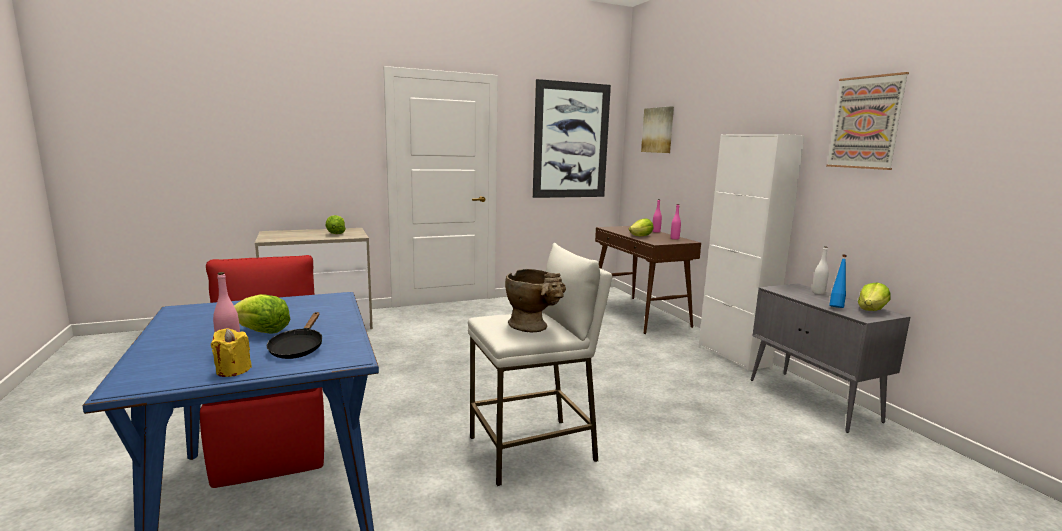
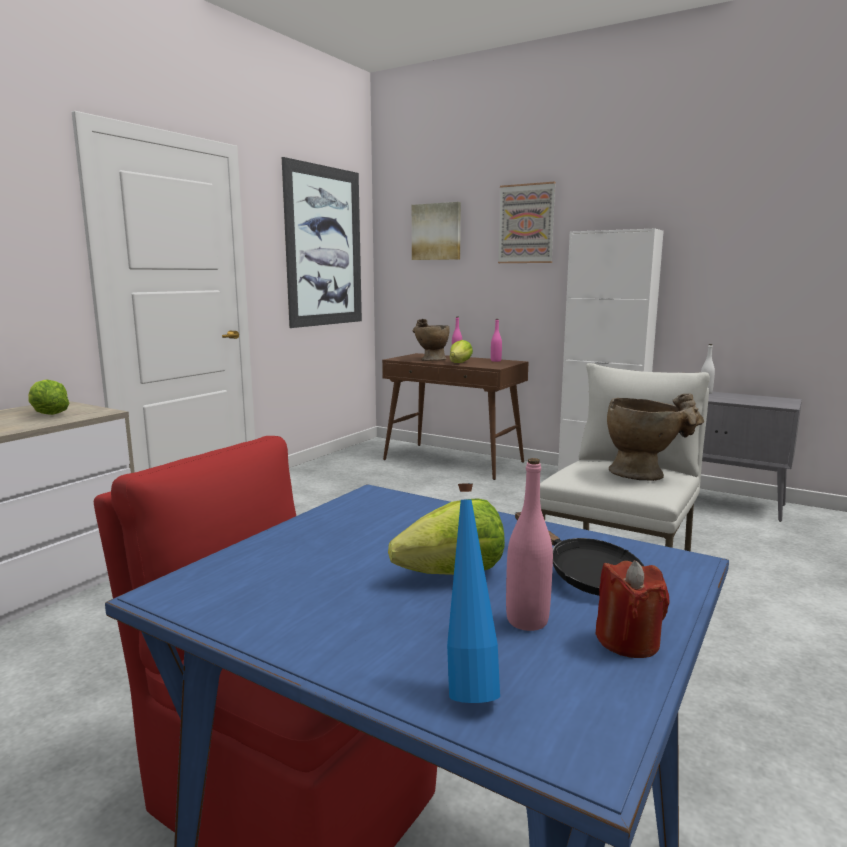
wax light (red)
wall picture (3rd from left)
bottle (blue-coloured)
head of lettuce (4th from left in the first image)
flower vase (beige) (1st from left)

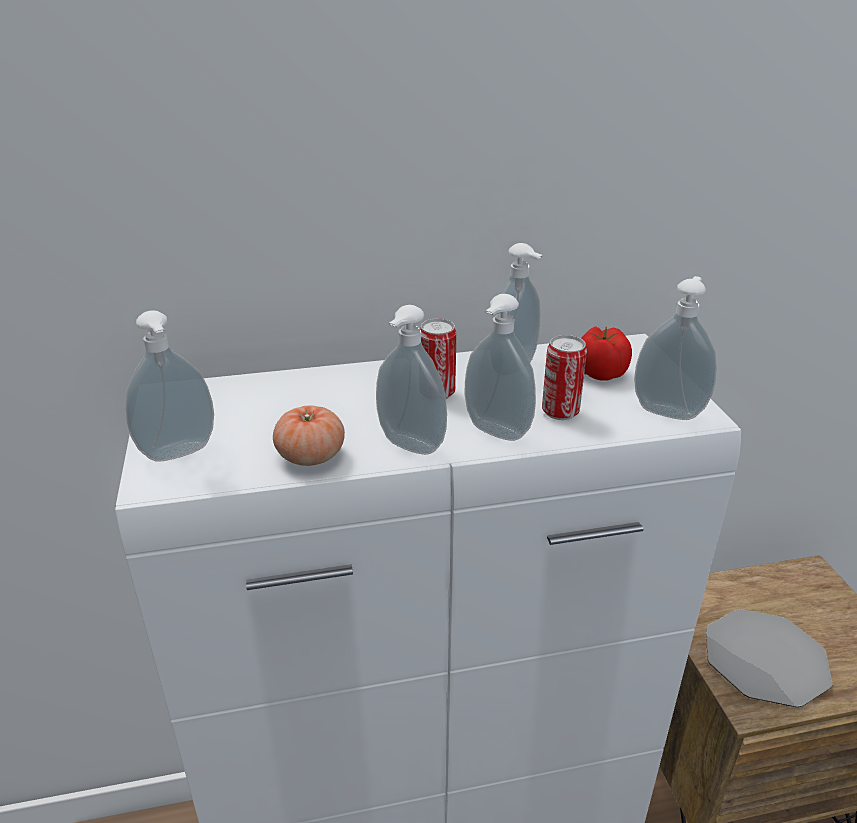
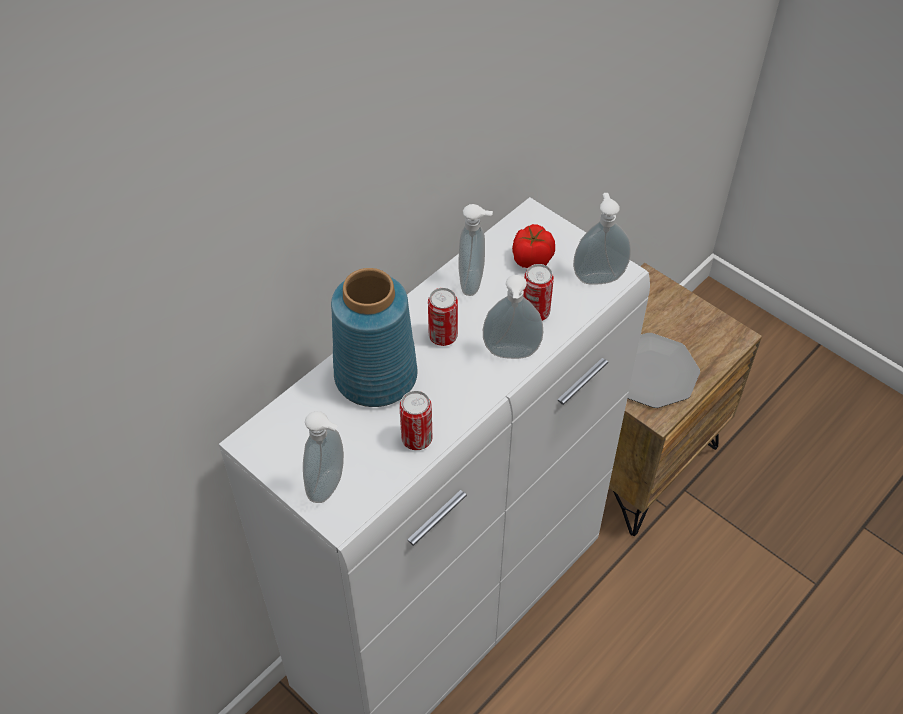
can (1st from left)
soap dispenser (2nd from left in the first image)
flower vase (blue-coloured)

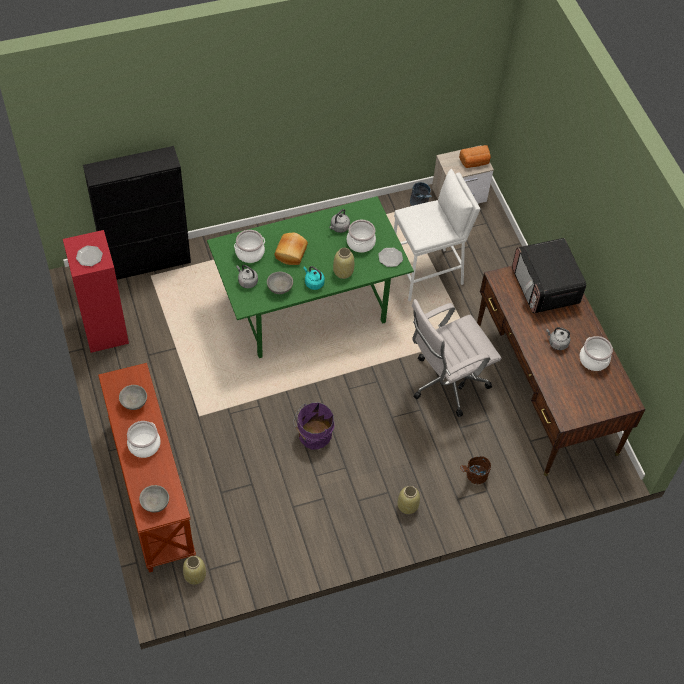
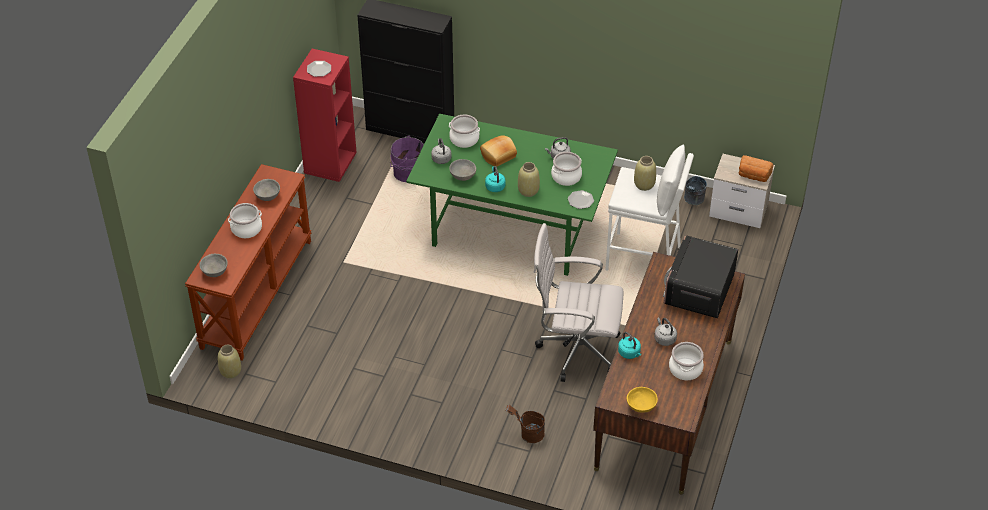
water bucket (purple)
flower vase (beige) (3rd from left)
tea kettle (turquoise-coloured) (2nd from left)
deep dish (yellow)

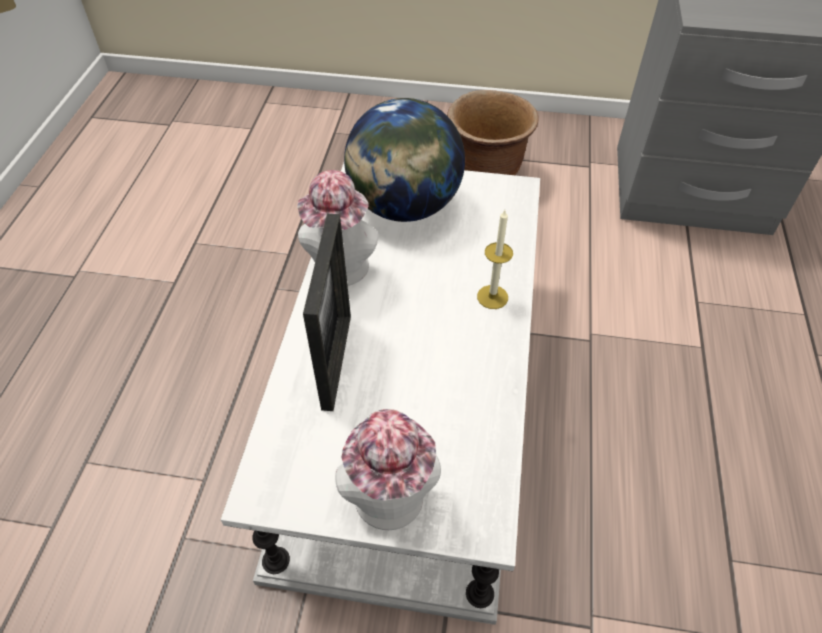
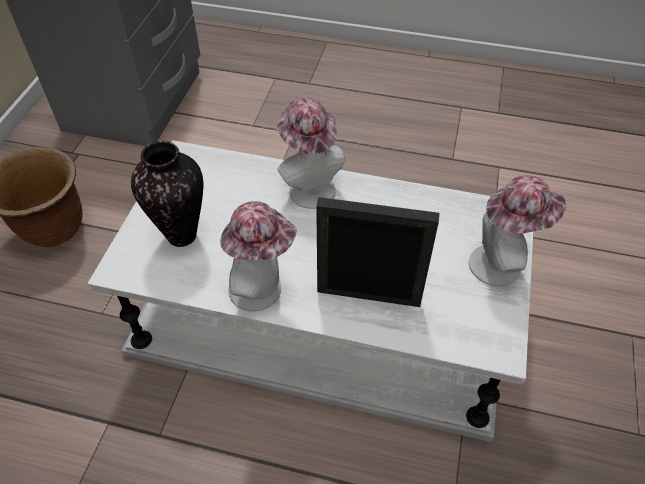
flower vase
hat (2nd from left)

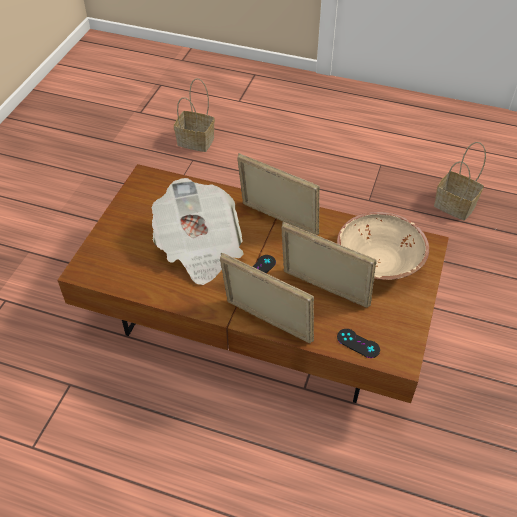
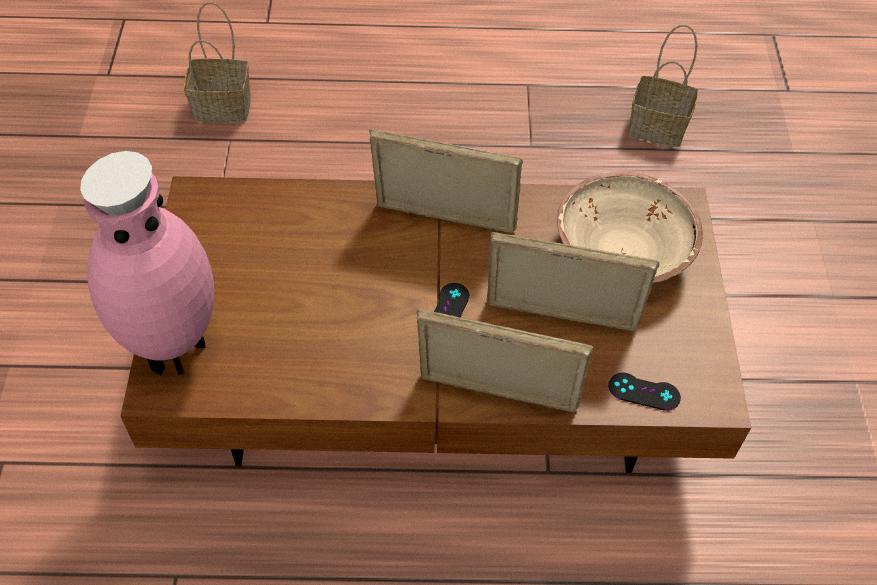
printed paper
flower vase (pinkish)

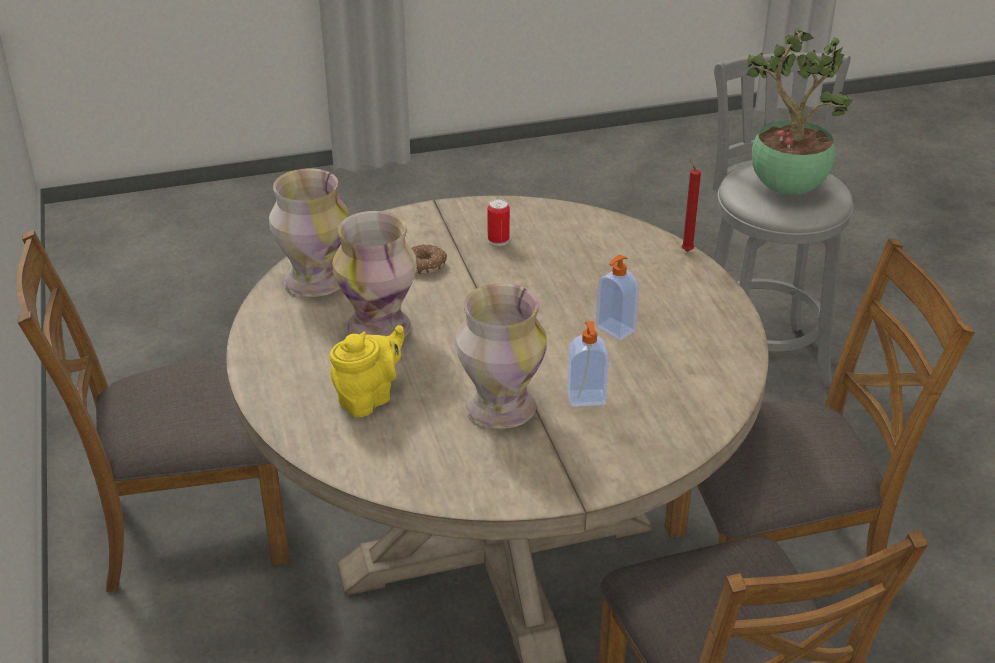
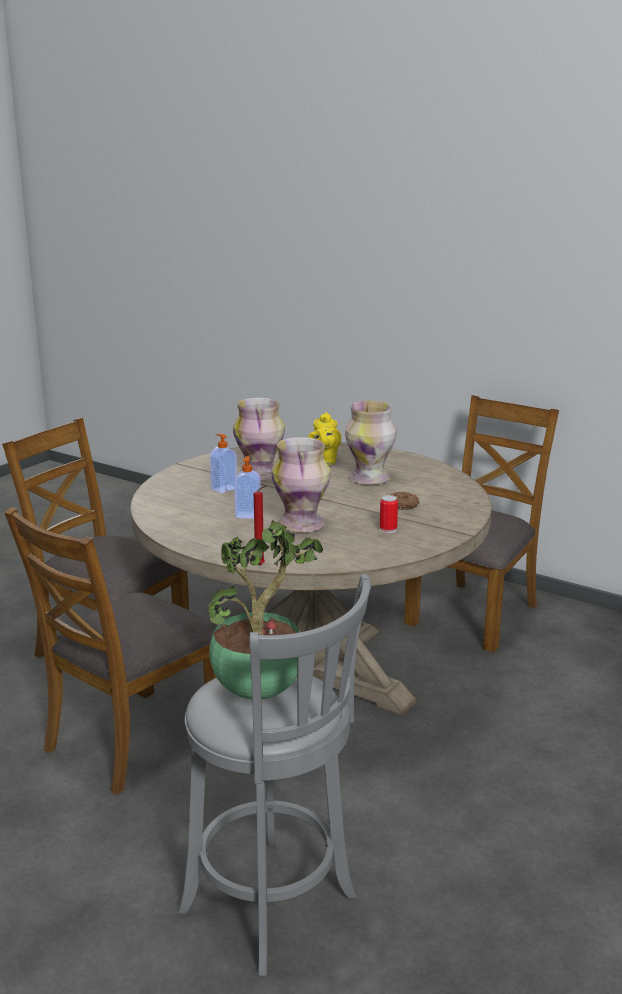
flower vase (2nd from left)

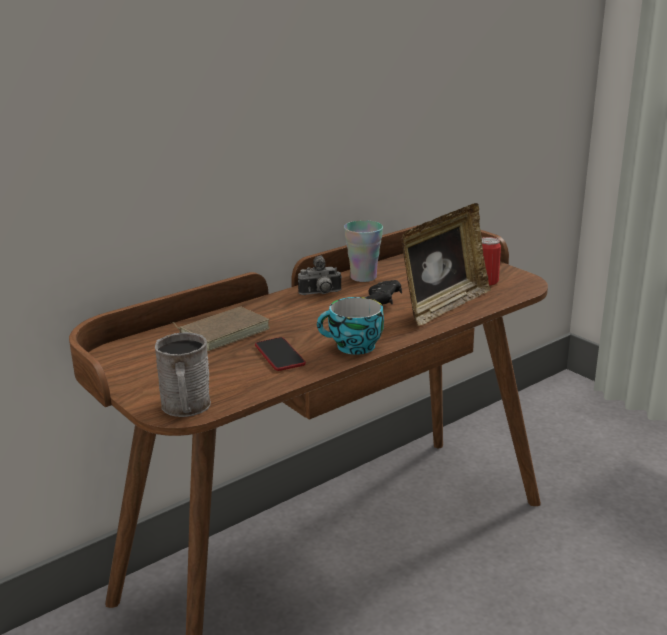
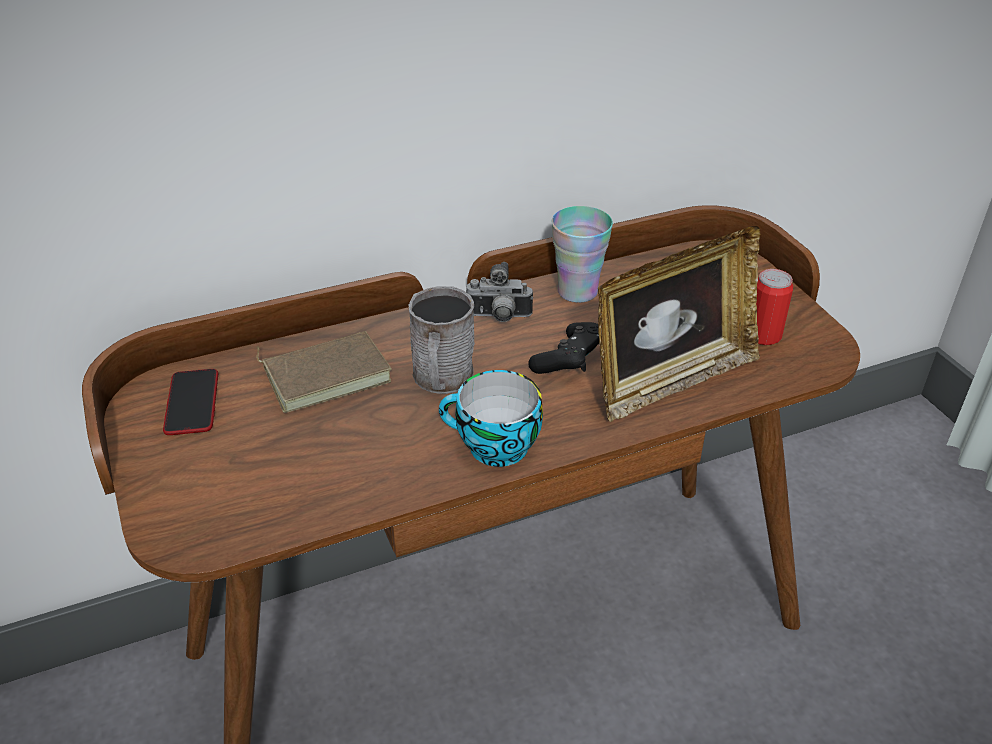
tea mug (grey)
handset

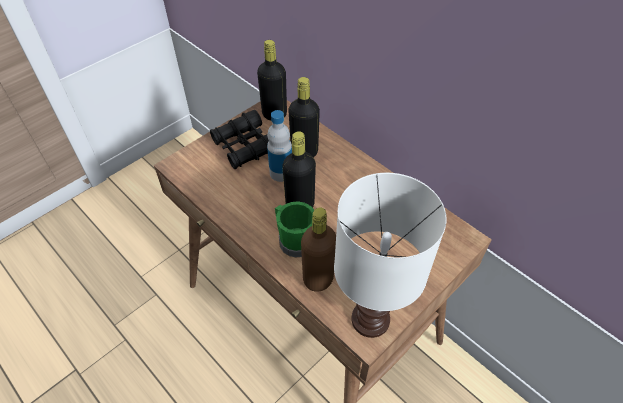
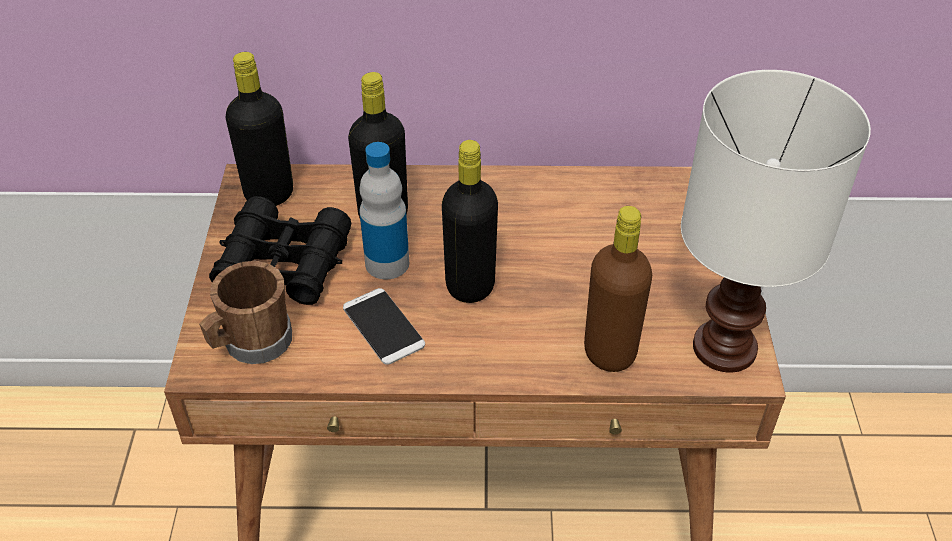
tea mug (greenish)
tea mug (brown)
handset

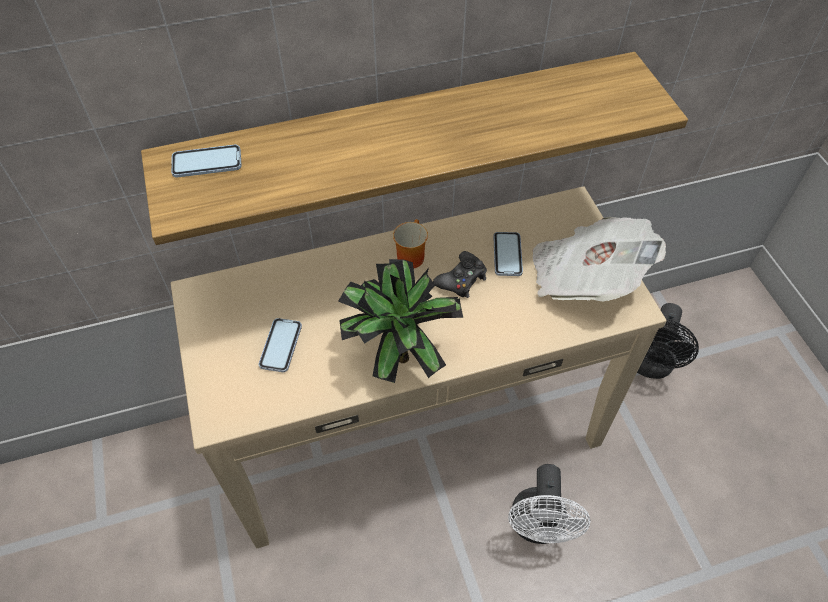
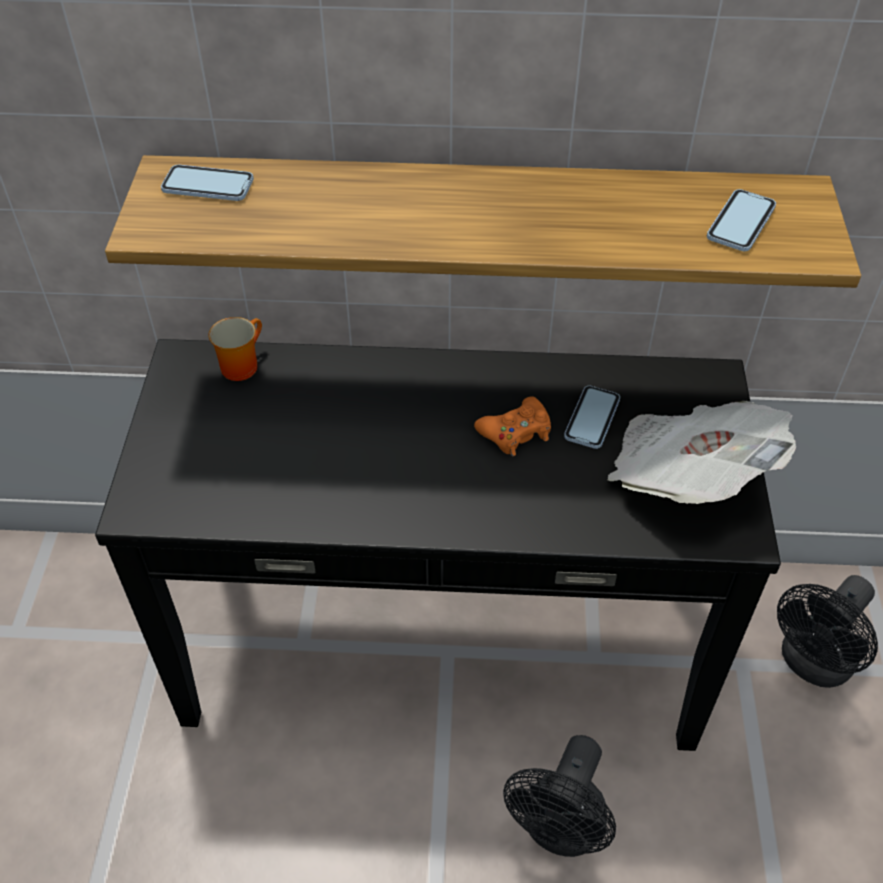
hall table (black)
handset (3rd from left)
houseplant
tea mug
joypad (orange)
cooling fan (black) (1st from left)

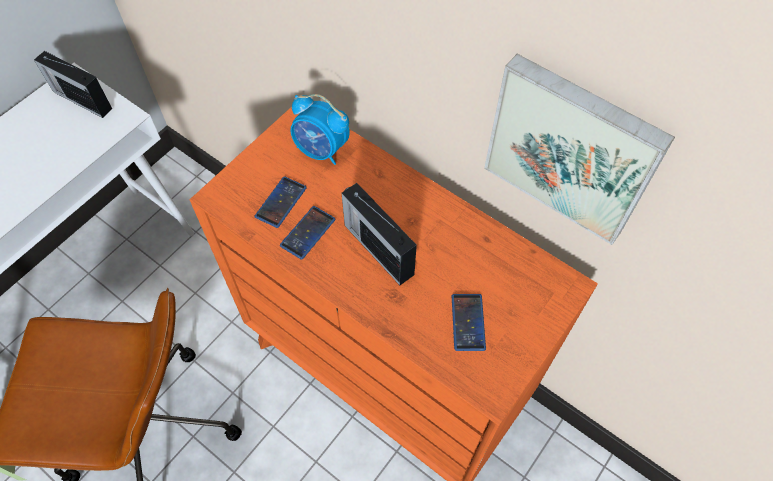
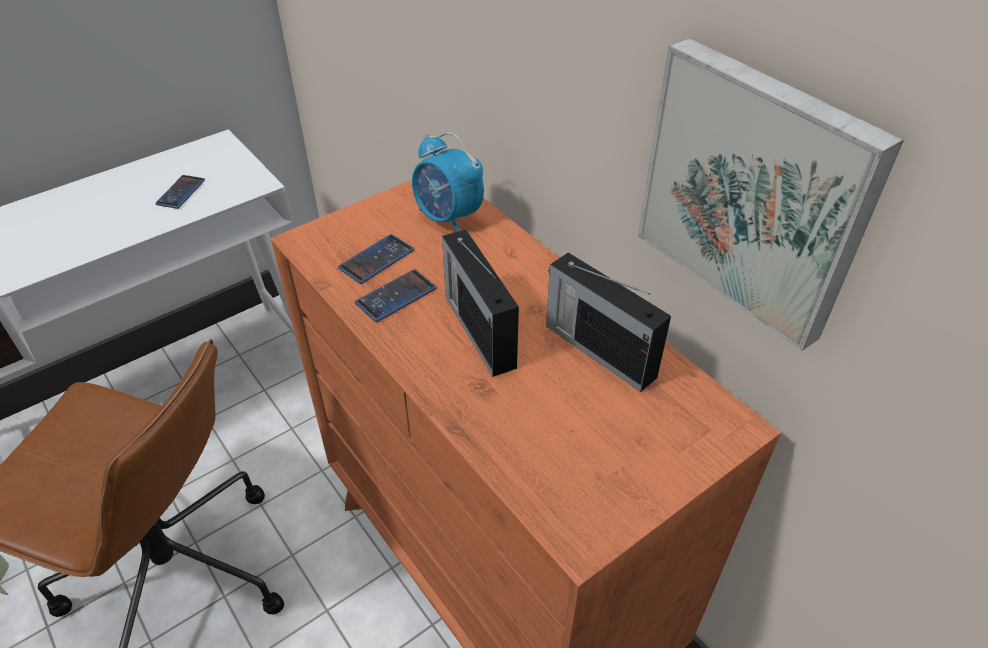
radio receiver (2nd from left)
handset (1st from left)

